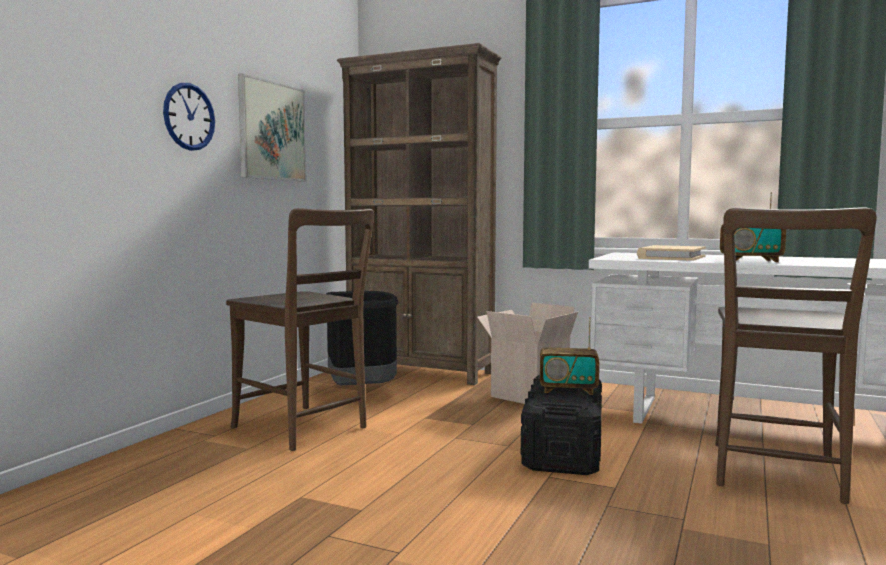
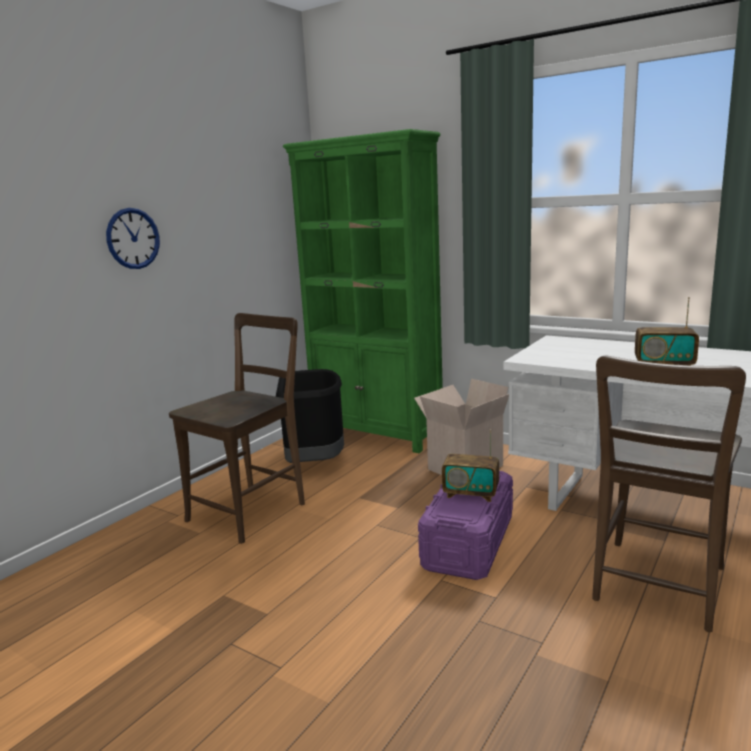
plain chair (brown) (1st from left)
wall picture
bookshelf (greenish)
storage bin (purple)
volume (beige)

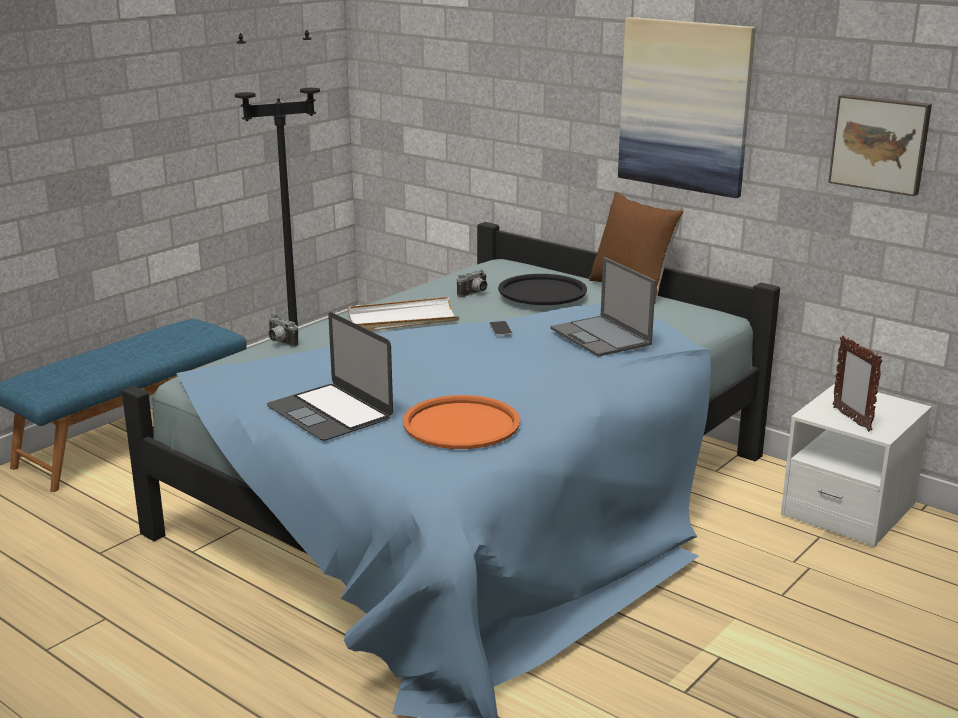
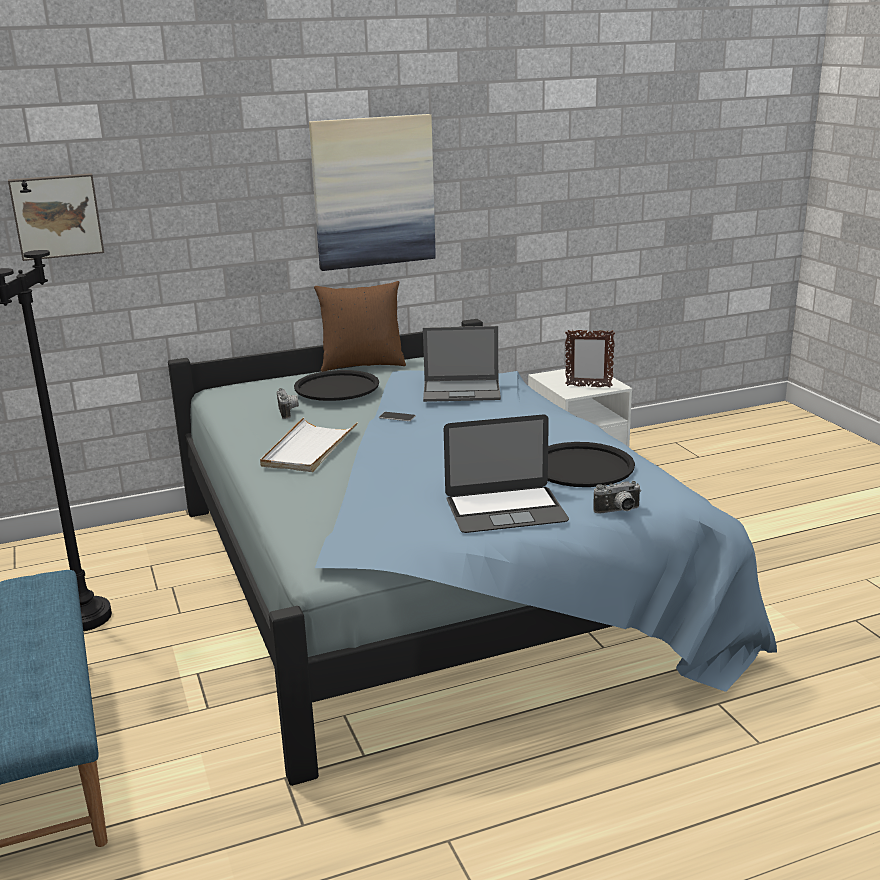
still camera (2nd from left)
carrying tray (black) (2nd from left)
wall picture (1st from left)

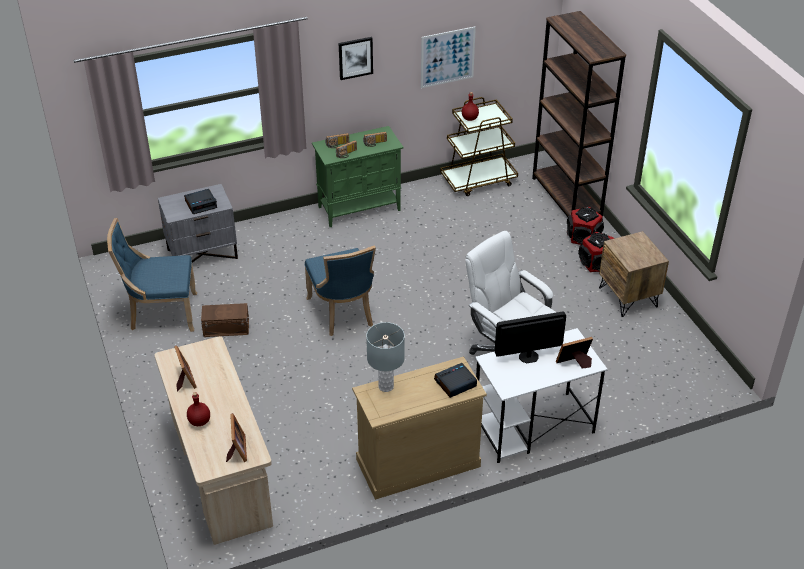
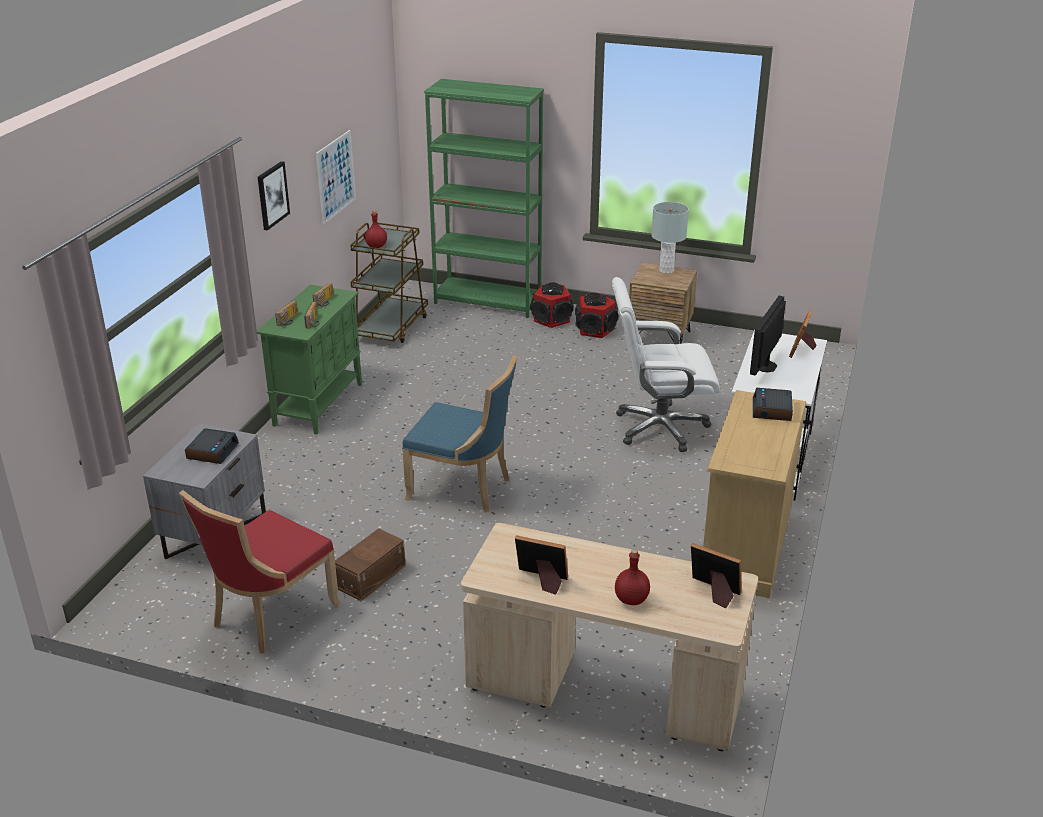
plain chair (red)
table lamp (grey)
bookshelf (greenish)

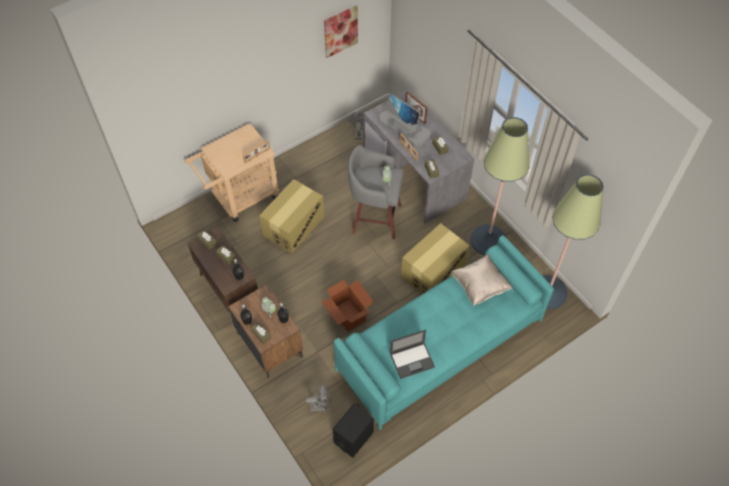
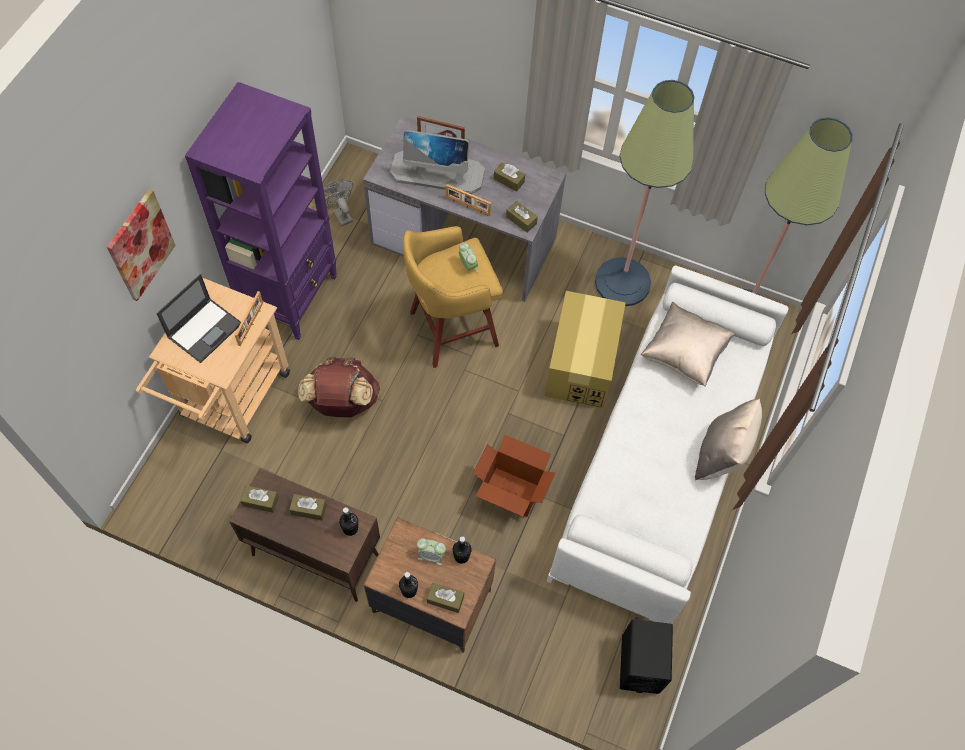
knapsack (brown)
cooling fan (grey) (1st from left in the first image)
wall picture
couch (whitish)
sitting stool (yellow)
laptop
bookshelf (purple)
cushion (beige) (2nd from left)

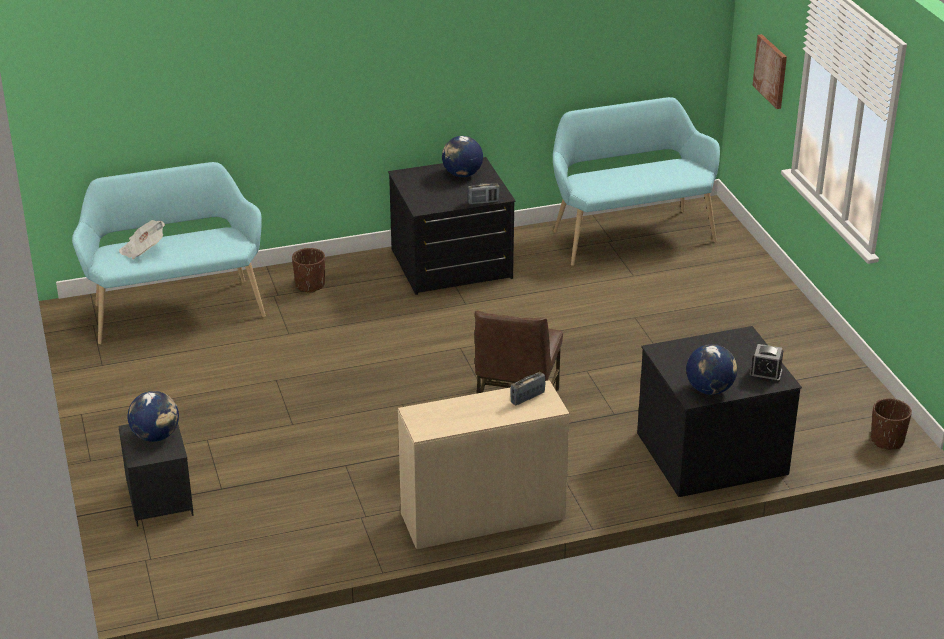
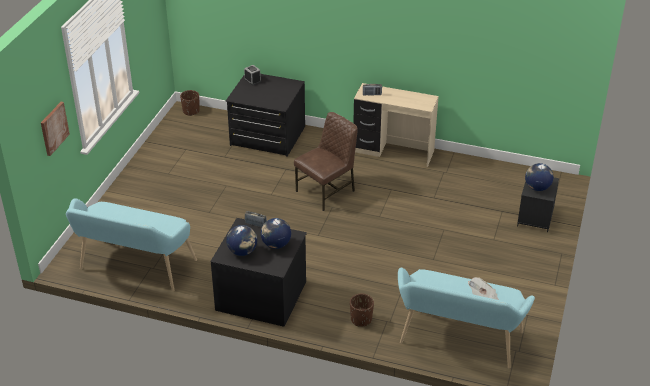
globe (2nd from left)

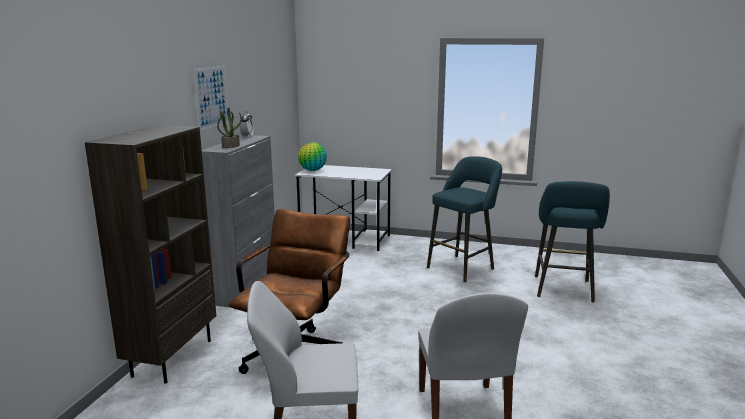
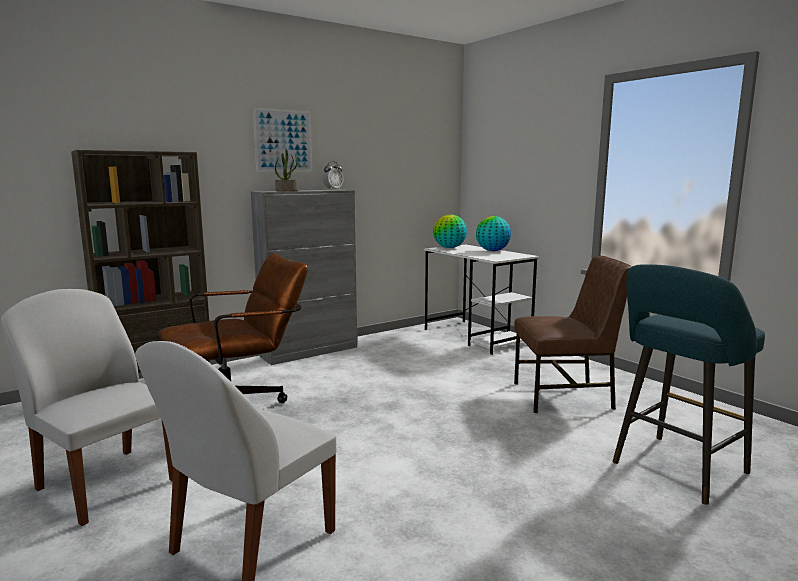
plain chair (brown)
globe (2nd from left)

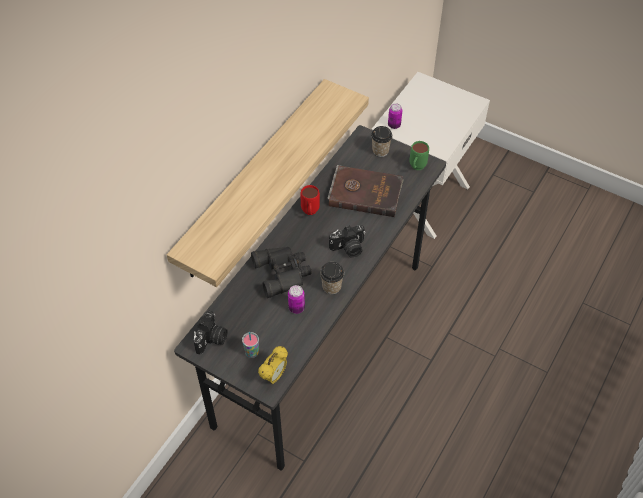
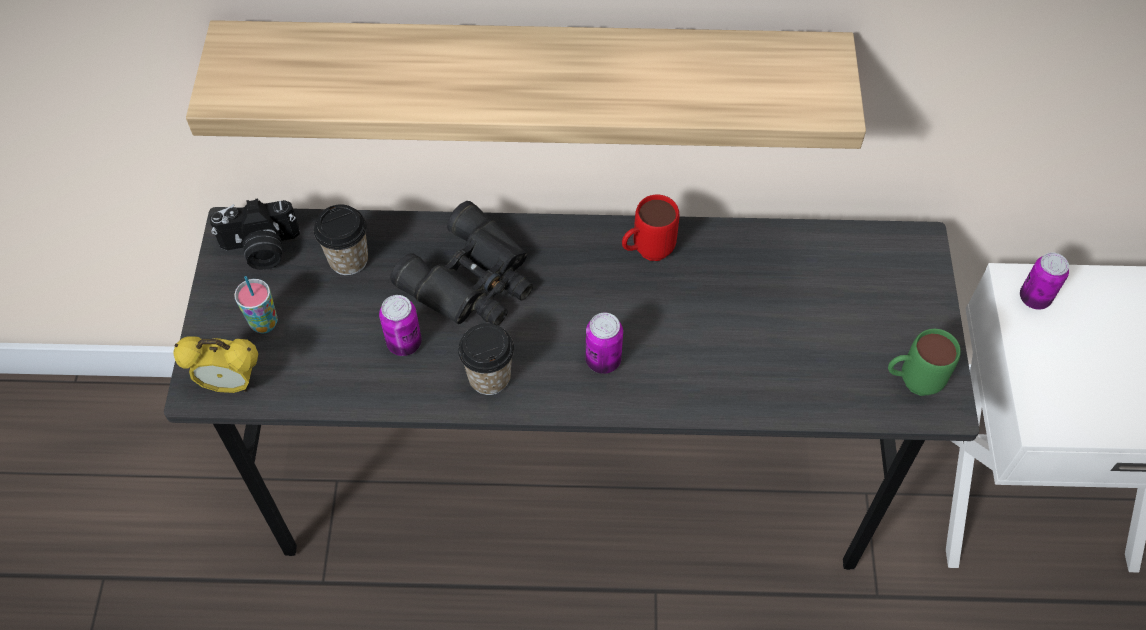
volume (brown)
can (2nd from left)
drinking cup (2nd from left)

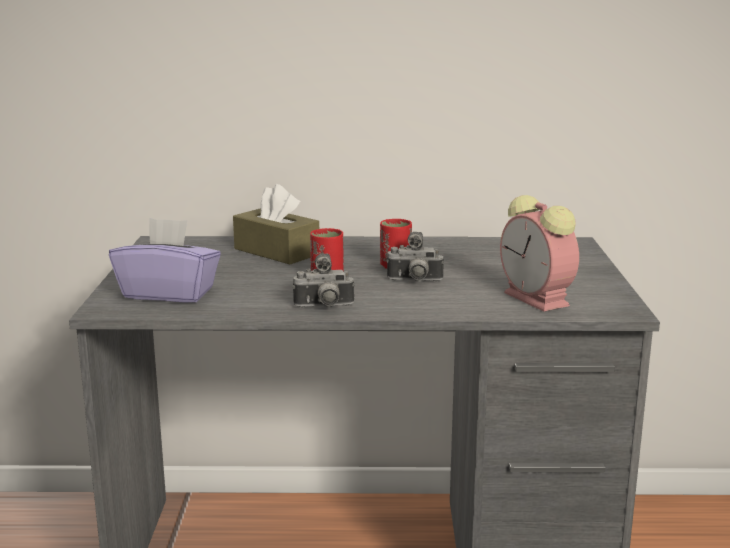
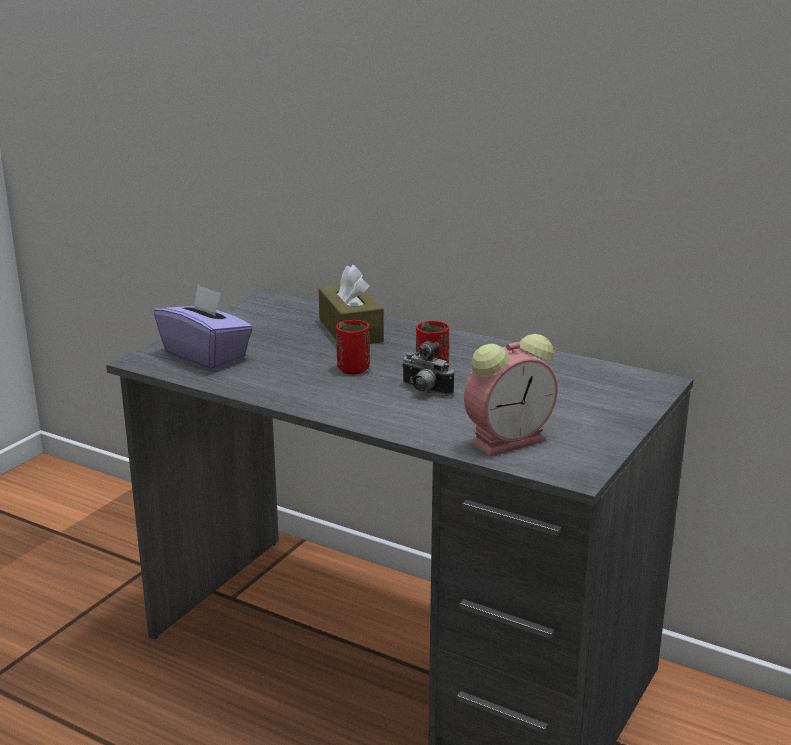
still camera (1st from left in the first image)
alarm clock

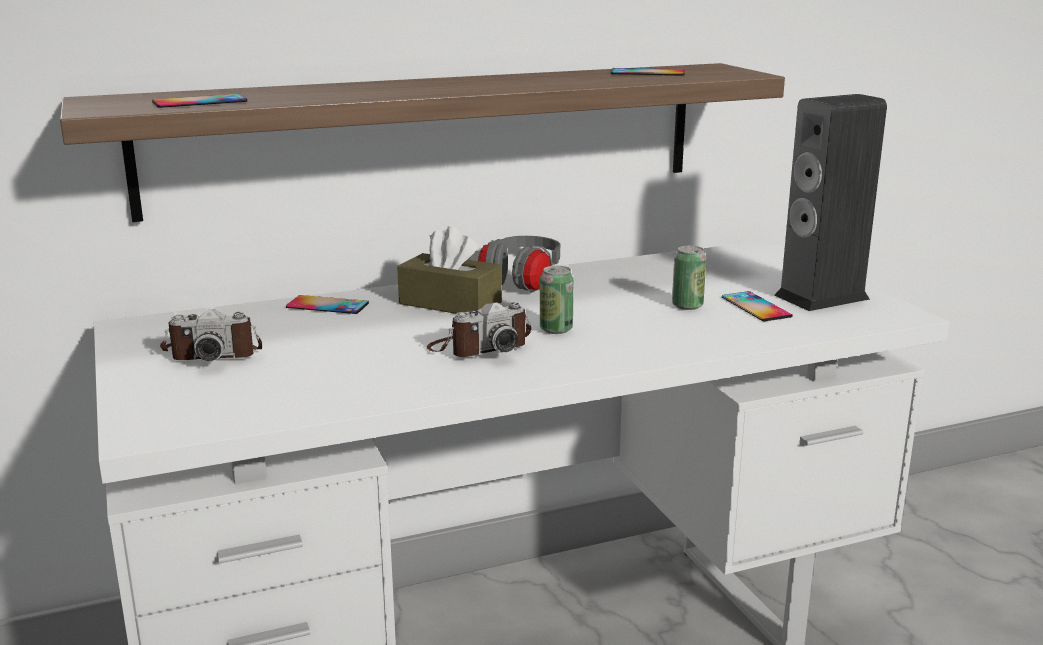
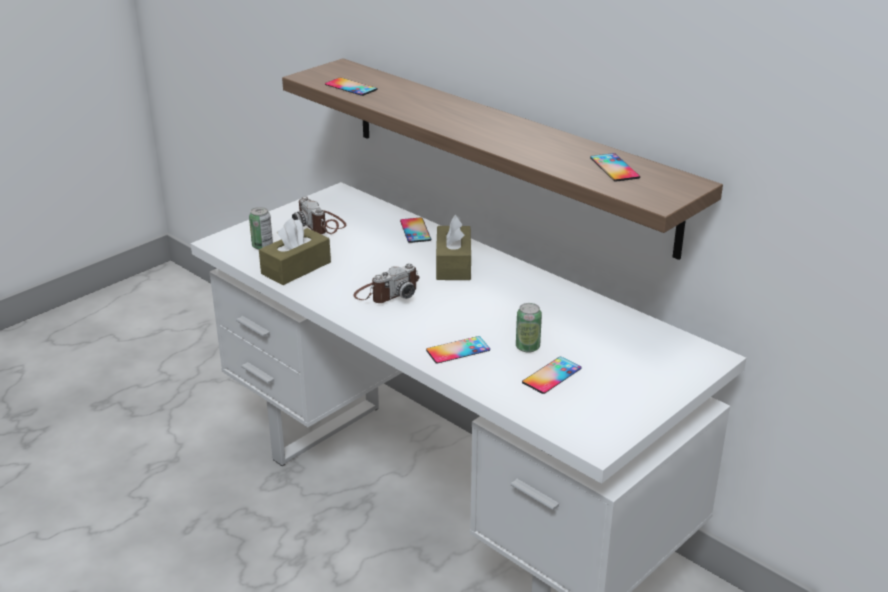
still camera (2nd from left)
pair of headphones (grey)
can (1st from left)
audio speaker
tissue box (brown) (1st from left)
handset (3rd from left)

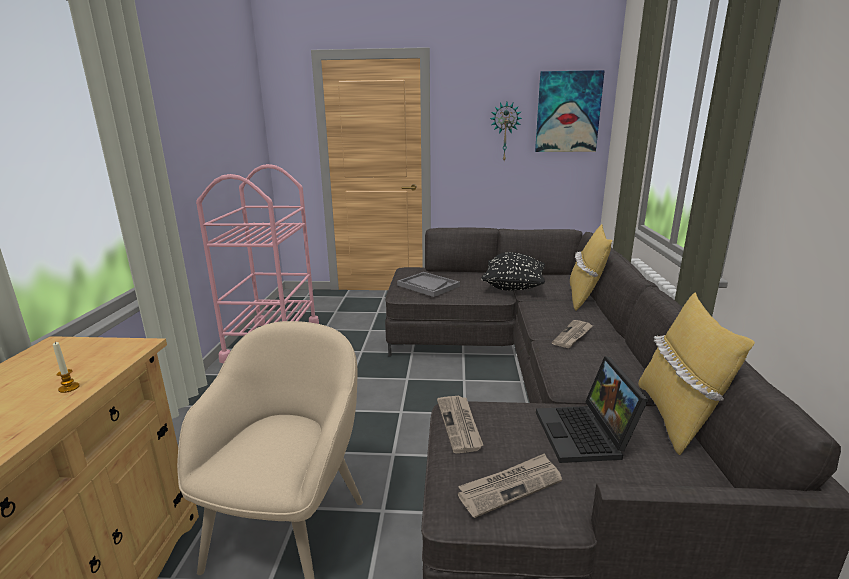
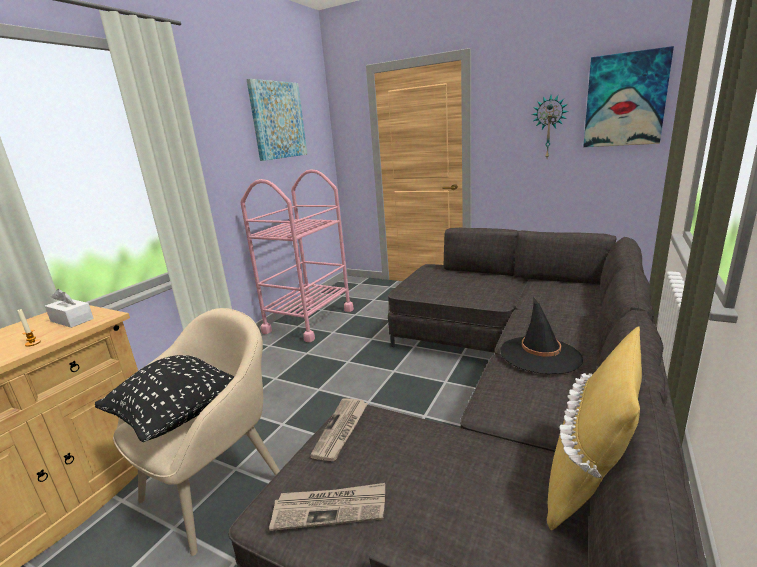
carrying tray (grey)
cushion (black)
laptop
hat (black)
cushion (yellow) (1st from left in the first image)
tissue box (whitish)
wall picture (1st from left)

